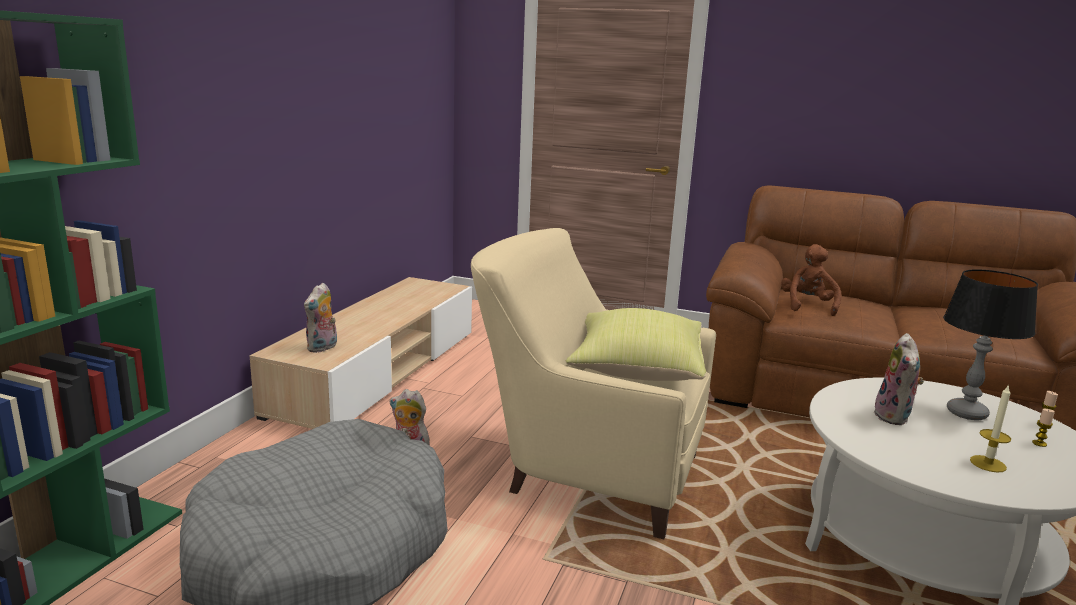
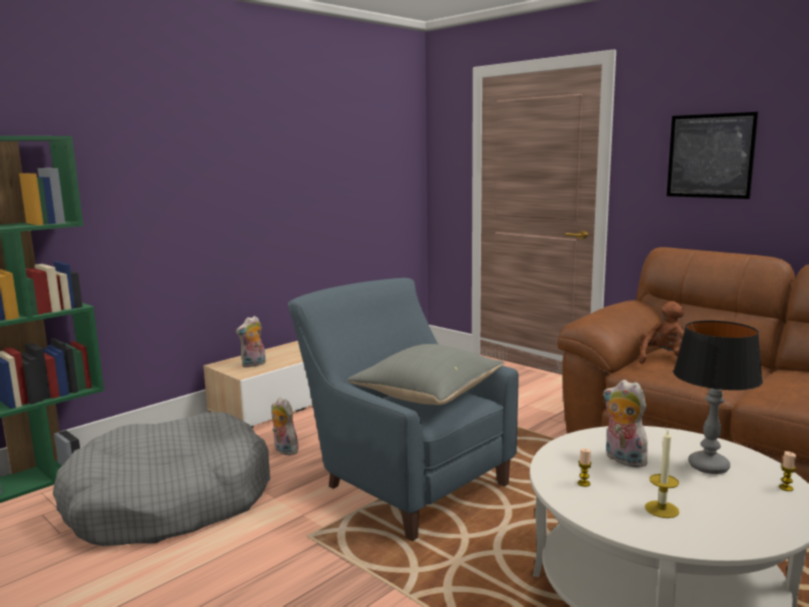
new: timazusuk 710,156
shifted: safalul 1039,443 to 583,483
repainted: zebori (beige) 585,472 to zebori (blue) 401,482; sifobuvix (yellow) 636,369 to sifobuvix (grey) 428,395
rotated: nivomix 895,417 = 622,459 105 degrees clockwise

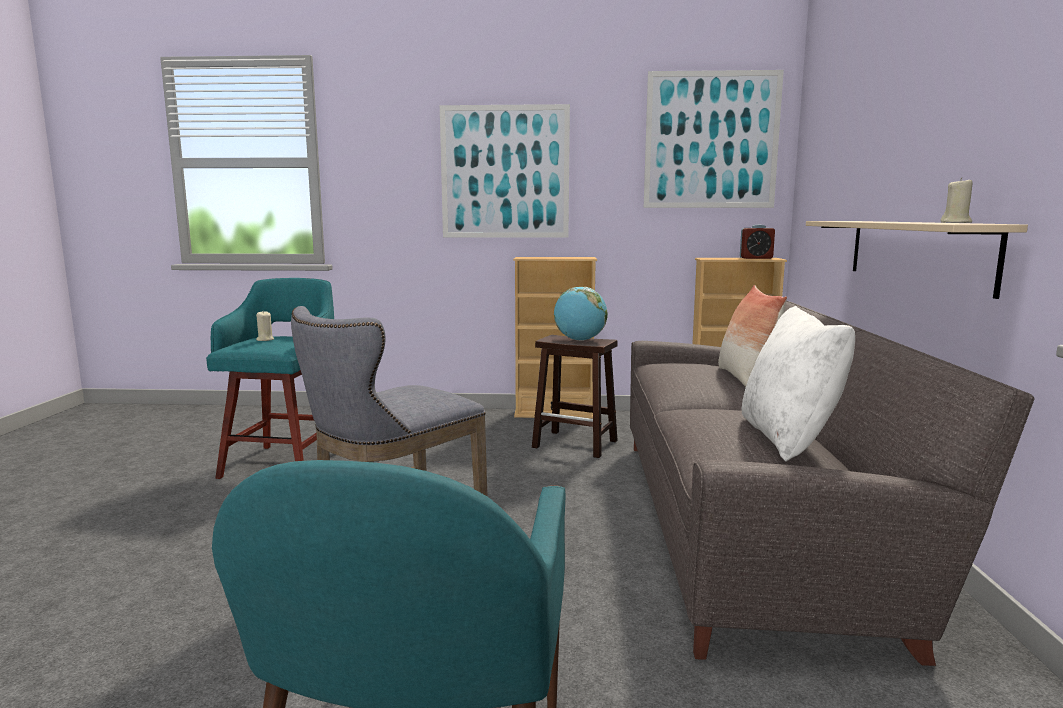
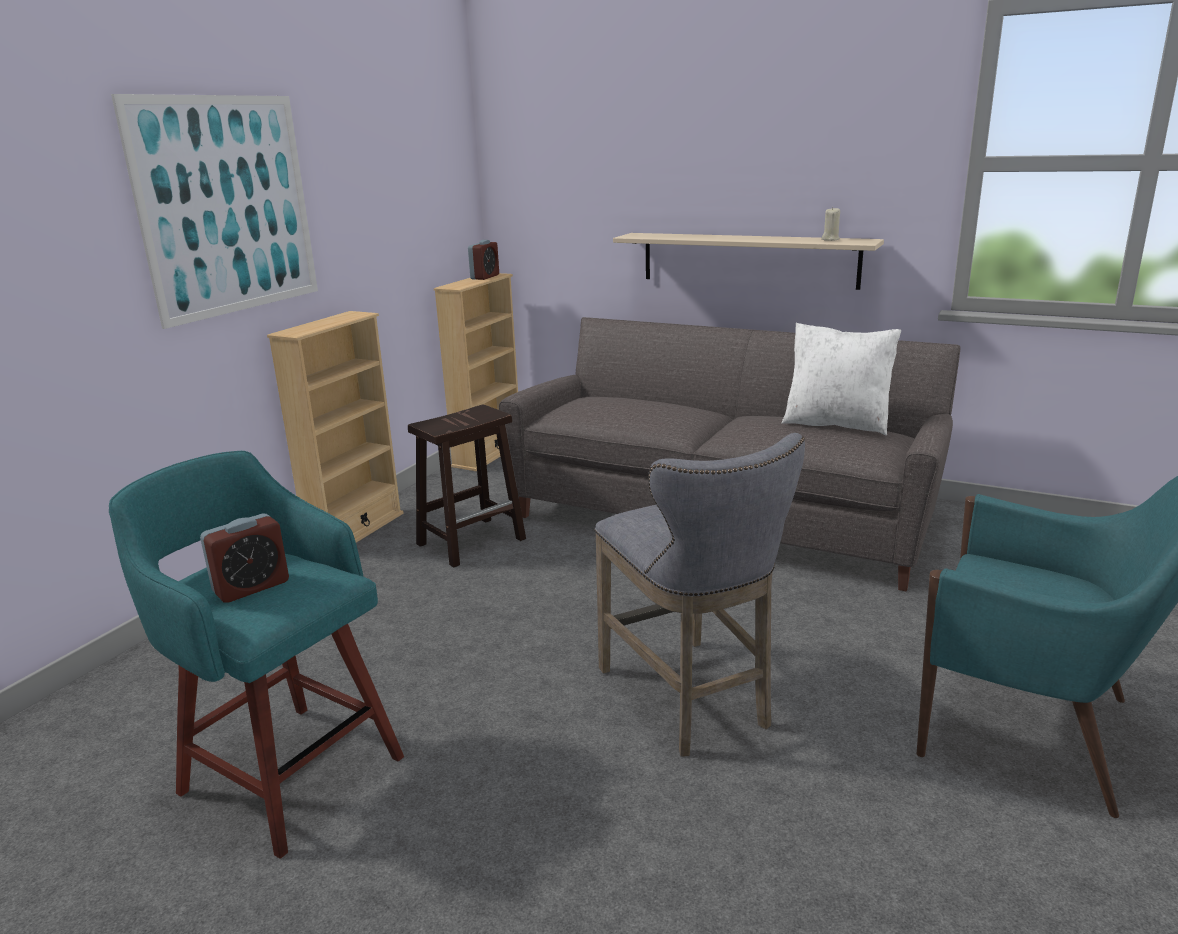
gone: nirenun 580,340; timazusuk 711,140; sifobuvix 744,378
swapped: safalul (beige) 265,339 to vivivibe 251,587

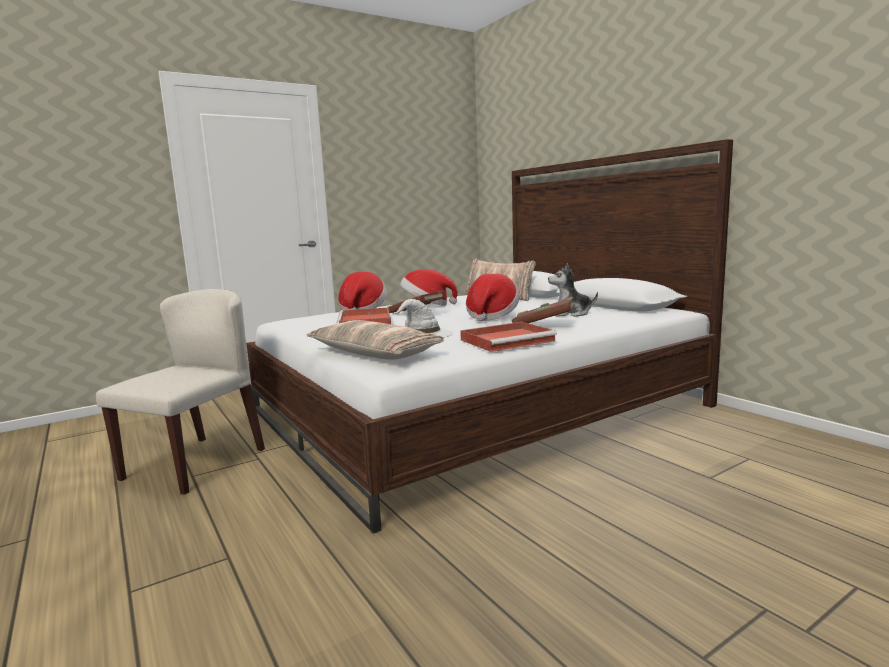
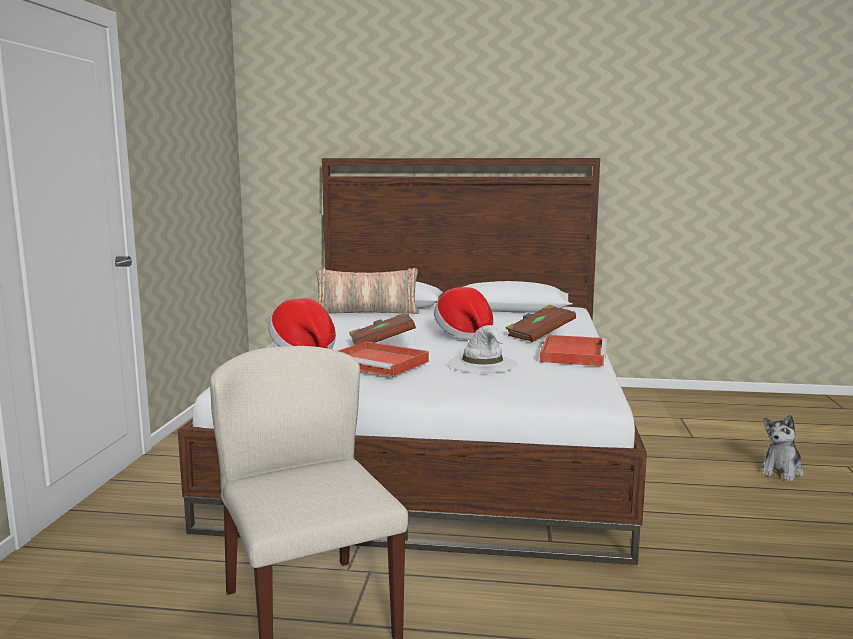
gone: sifobuvix 374,353; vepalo 427,305
shifted: nivomix 571,314 to 781,471

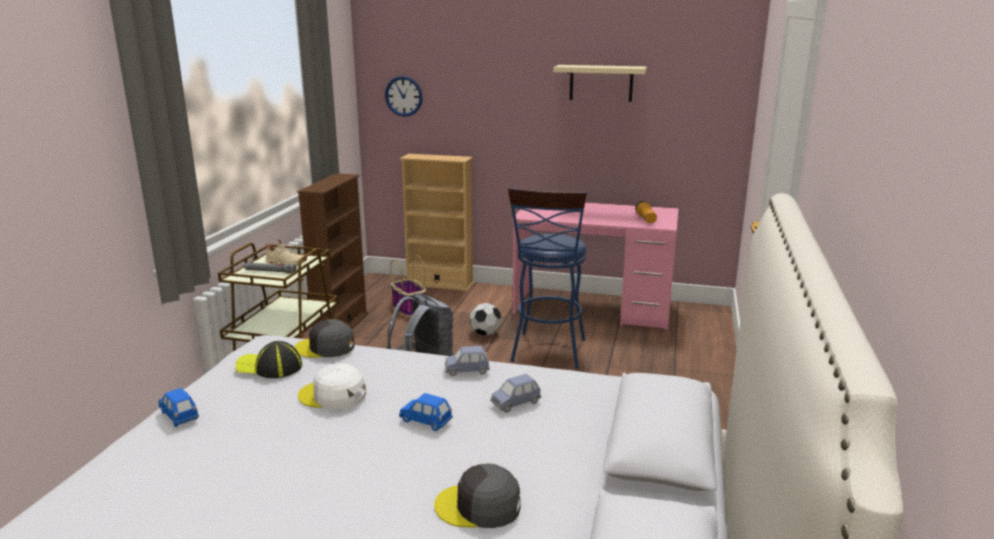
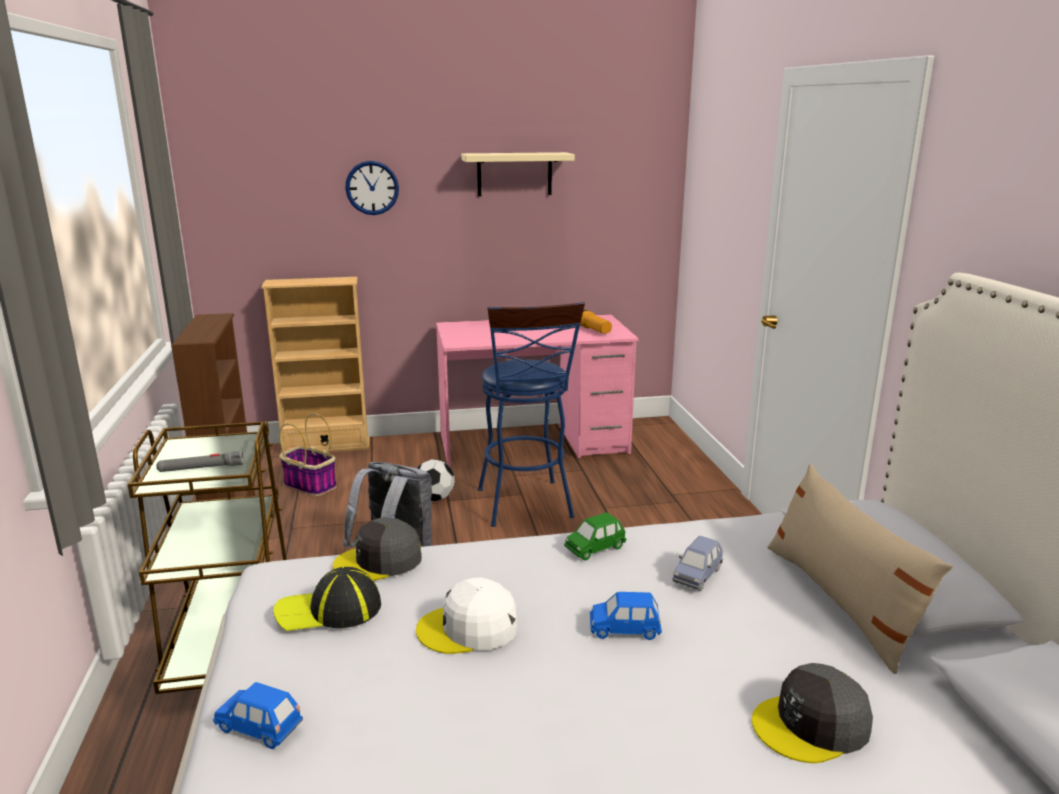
gone: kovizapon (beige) 285,263
new: sifobuvix (beige) 840,601
shifted: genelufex 403,96 to 372,188
repainted: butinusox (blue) 467,370 to butinusox (green) 595,549

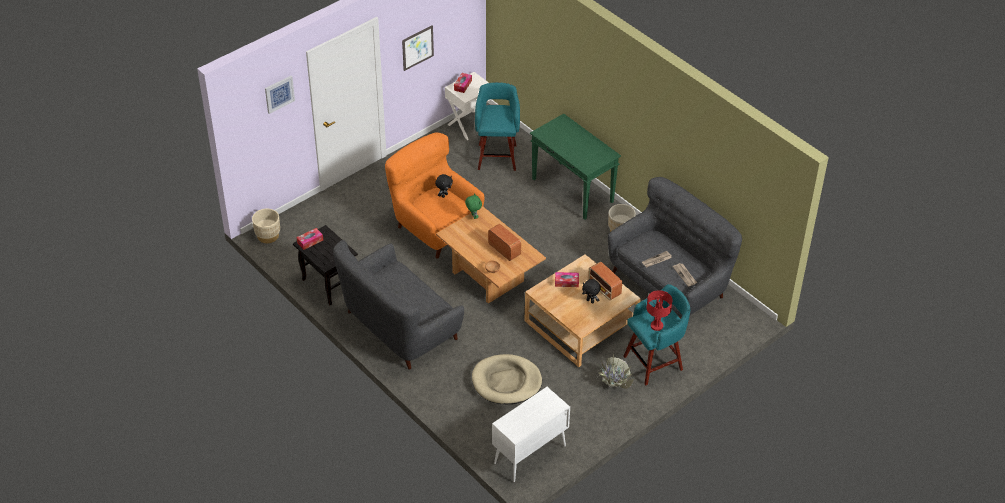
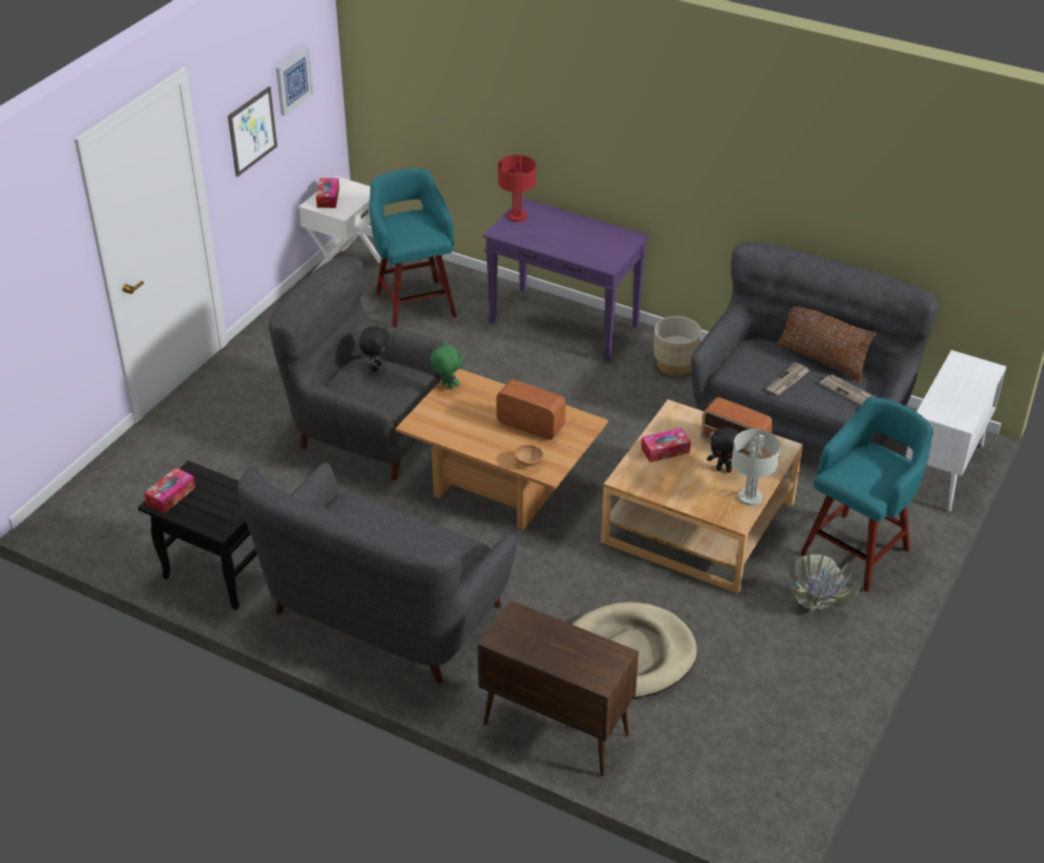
gone: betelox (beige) 268,236
new: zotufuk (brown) 554,729; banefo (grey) 749,497; sifobuvix (brown) 822,361
shifted: timazusuk 279,94 to 293,80; banefo (red) 656,326 to 516,216; zotufuk (white) 529,455 to 942,471
repainted: zebori (orange) 435,228 to zebori (grey) 366,433; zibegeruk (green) 573,191 to zibegeruk (purple) 565,324

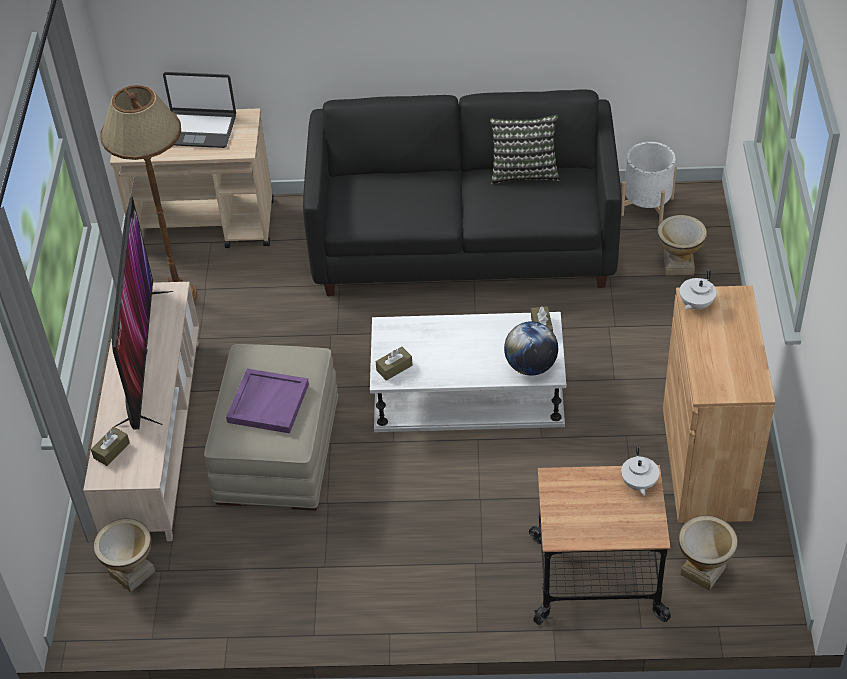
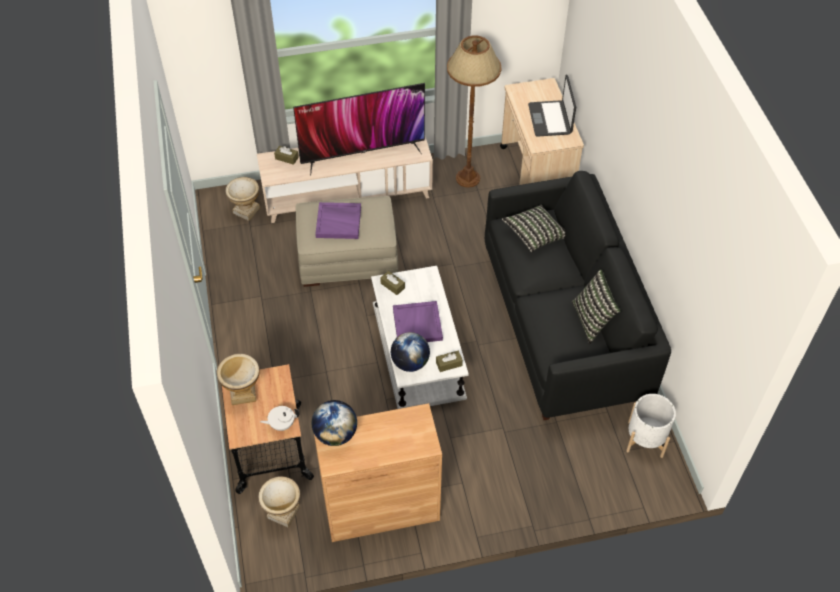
gone: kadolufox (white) 695,304
new: nirenun 335,434; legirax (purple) 418,325; sifobuvix 535,235
shifted: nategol 678,265 to 243,393

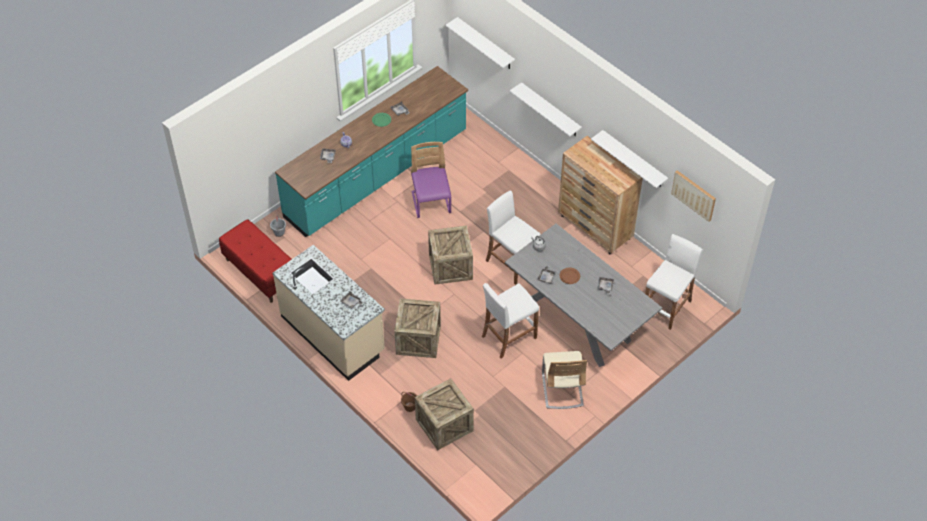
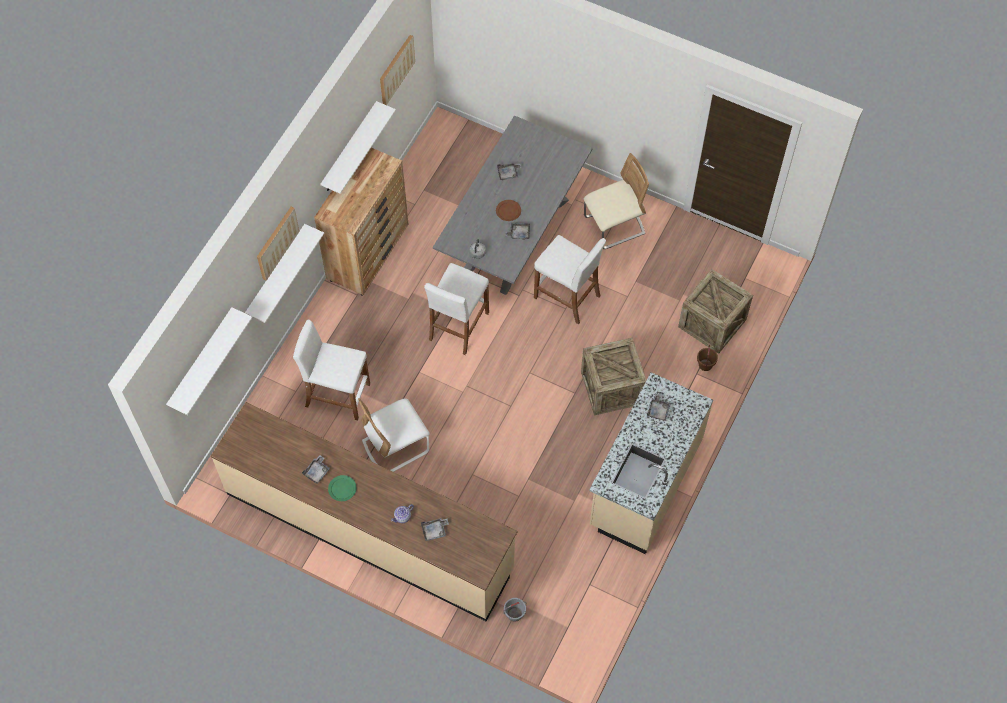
gone: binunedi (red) 260,272; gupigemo 450,267
new: timazusuk 276,242
shifted: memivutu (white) 667,307 to 337,395
repainted: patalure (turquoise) 377,175 to patalure (beige) 369,530; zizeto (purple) 431,203 to zizeto (white) 395,446

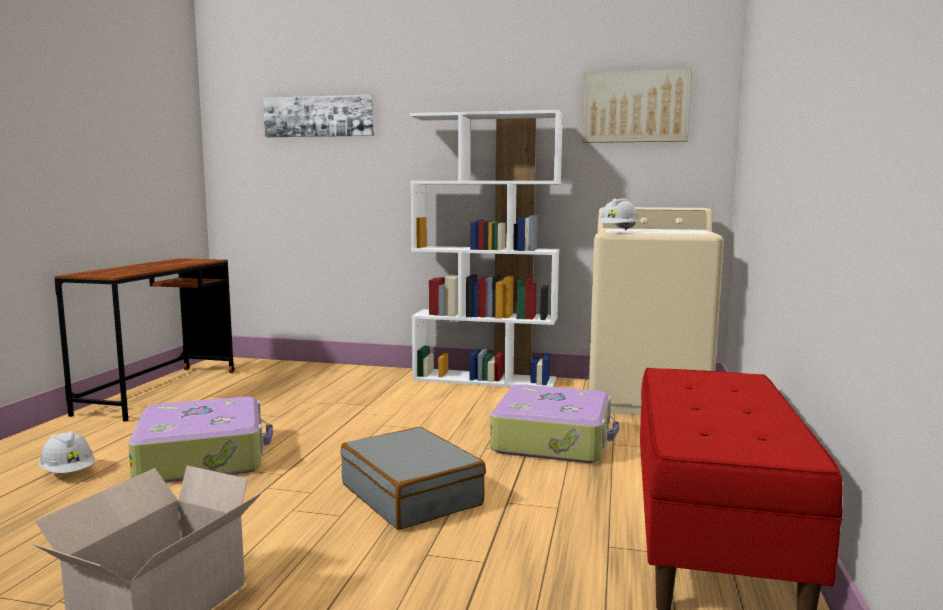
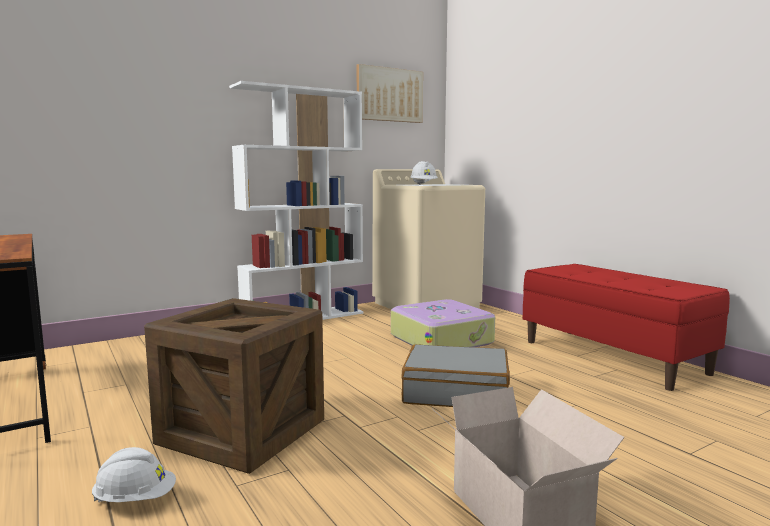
gone: timazusuk 319,116
swapped: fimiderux 203,457 to gupigemo 242,432

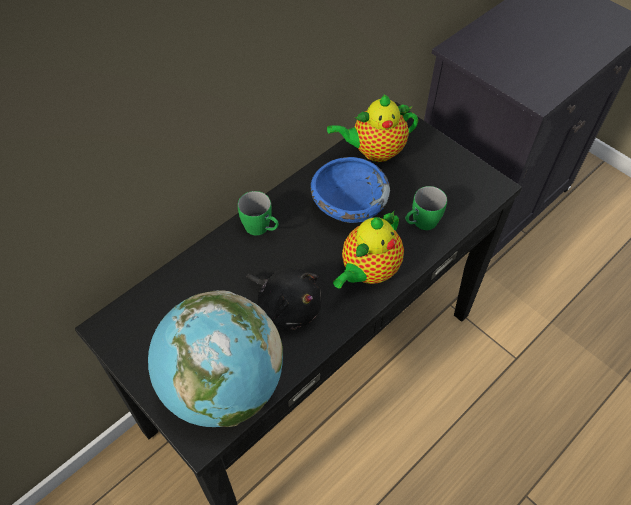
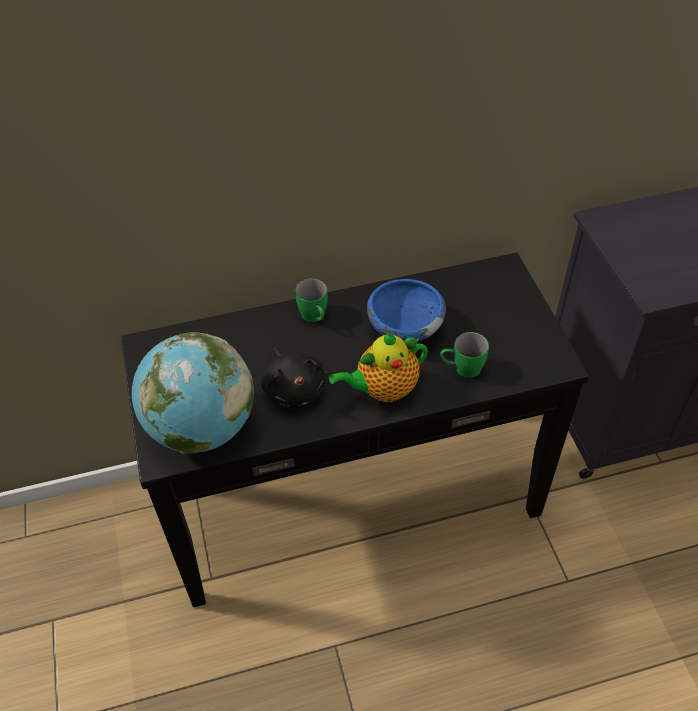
gone: kadolufox 374,151

